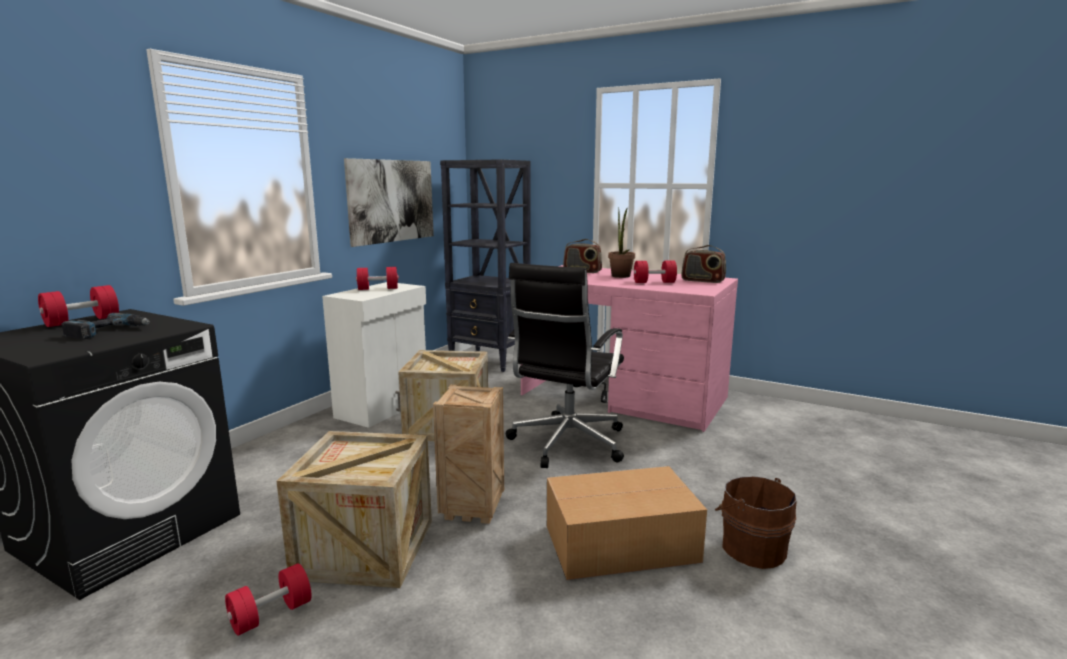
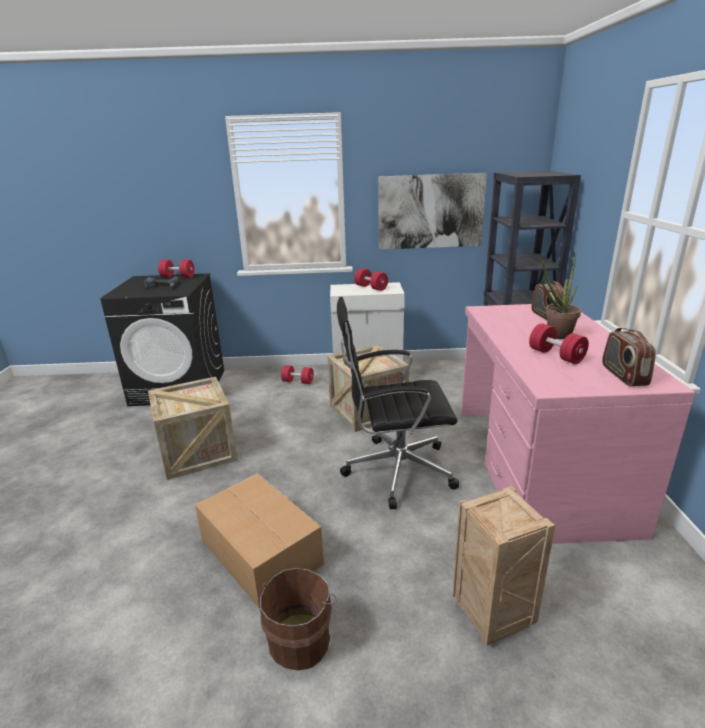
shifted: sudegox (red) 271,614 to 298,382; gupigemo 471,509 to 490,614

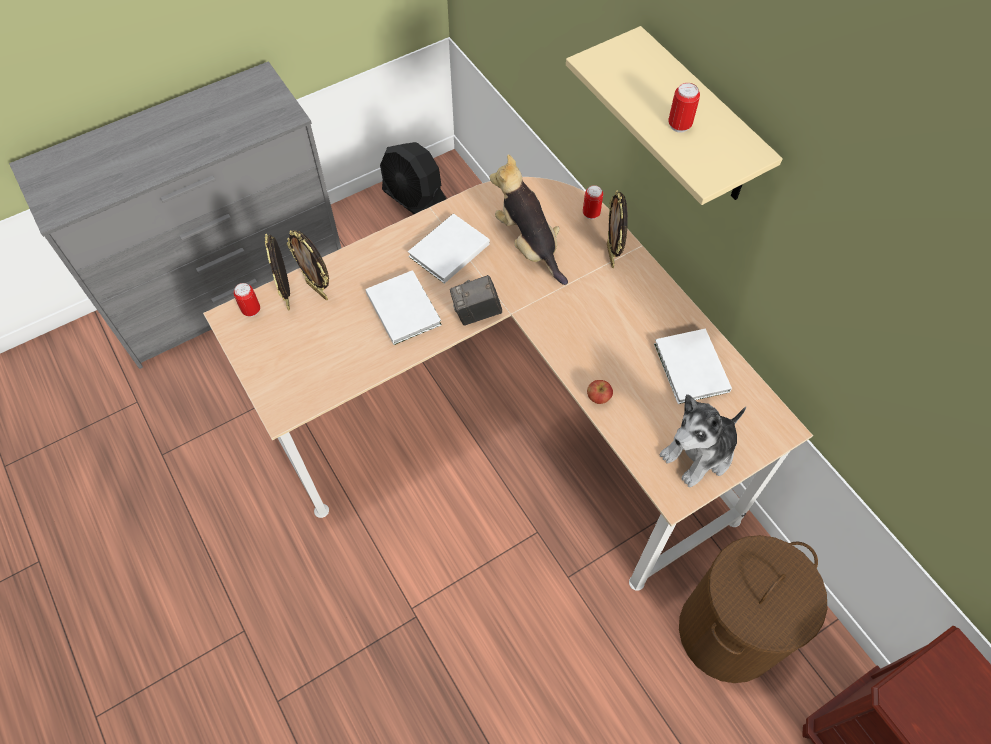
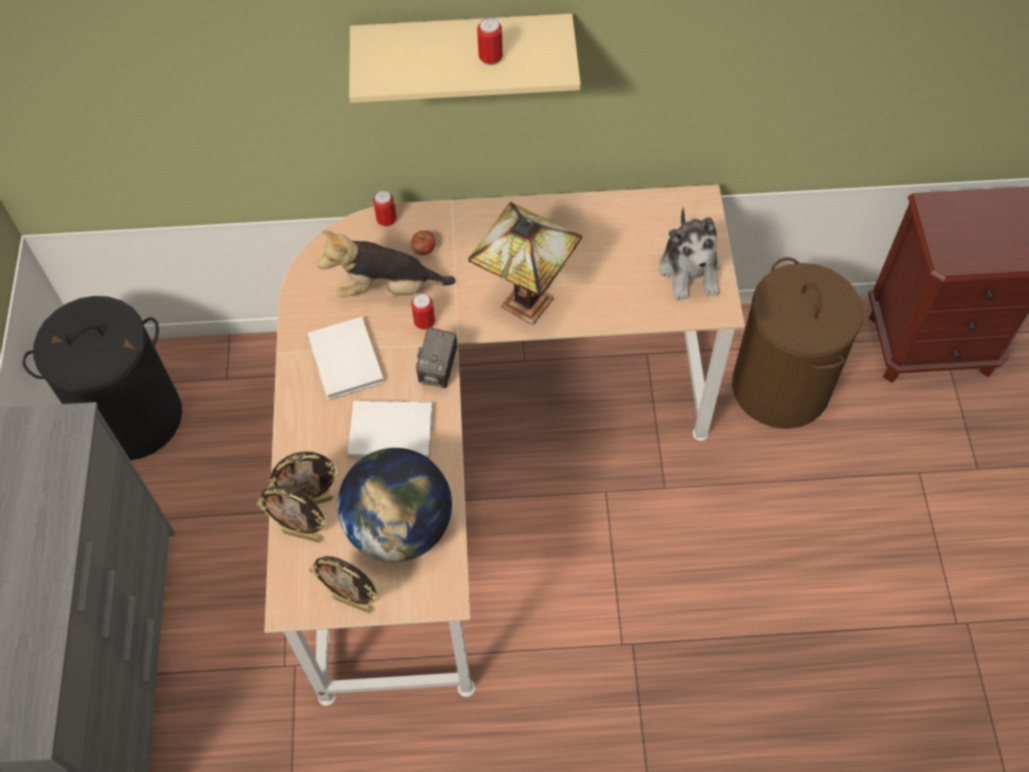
gone: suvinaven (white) 690,370
new: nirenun 400,527; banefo 523,302
shifted: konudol 611,255 to 353,603; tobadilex 598,397 to 424,250; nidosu 251,310 to 424,322
swapped: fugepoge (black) 416,203 to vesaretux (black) 134,417

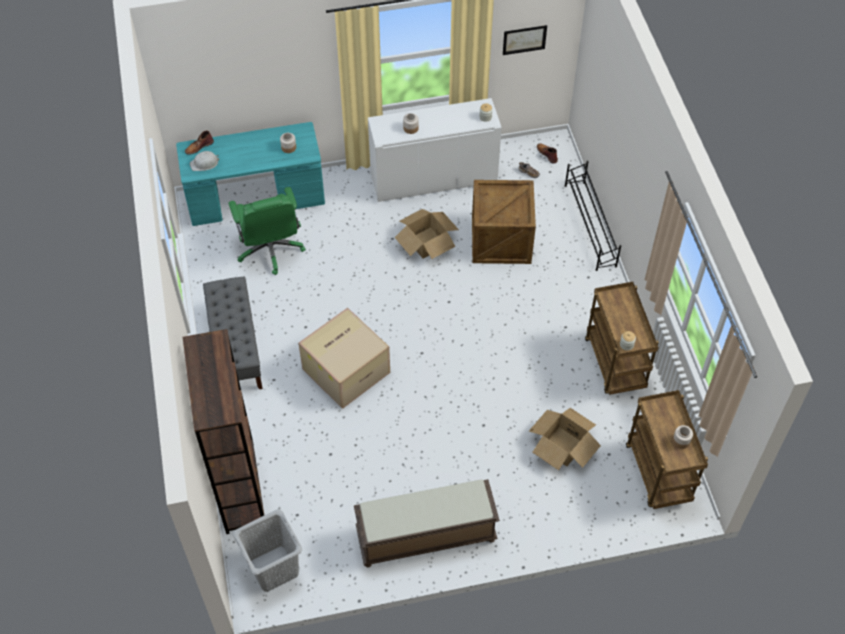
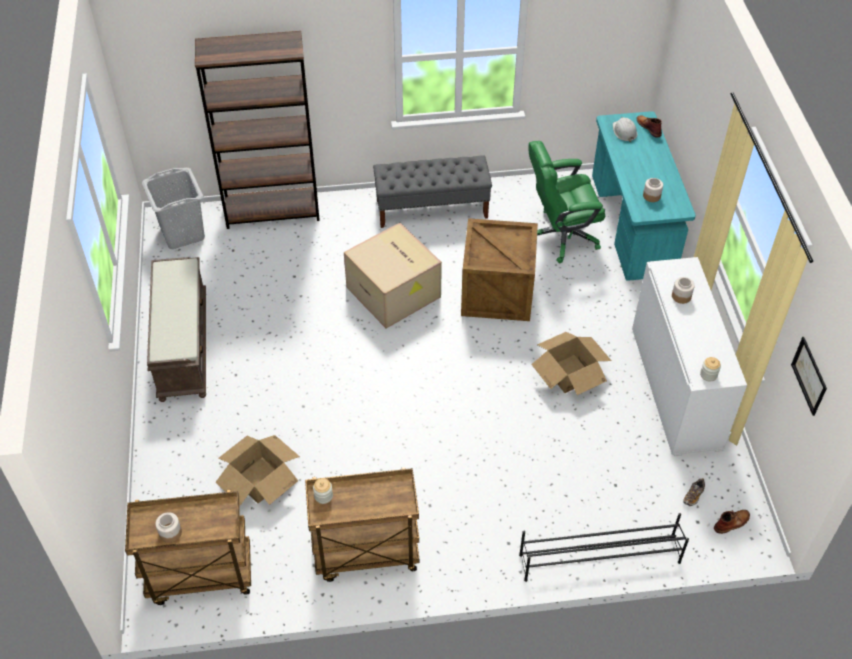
shifted: gupigemo 502,239 to 498,293

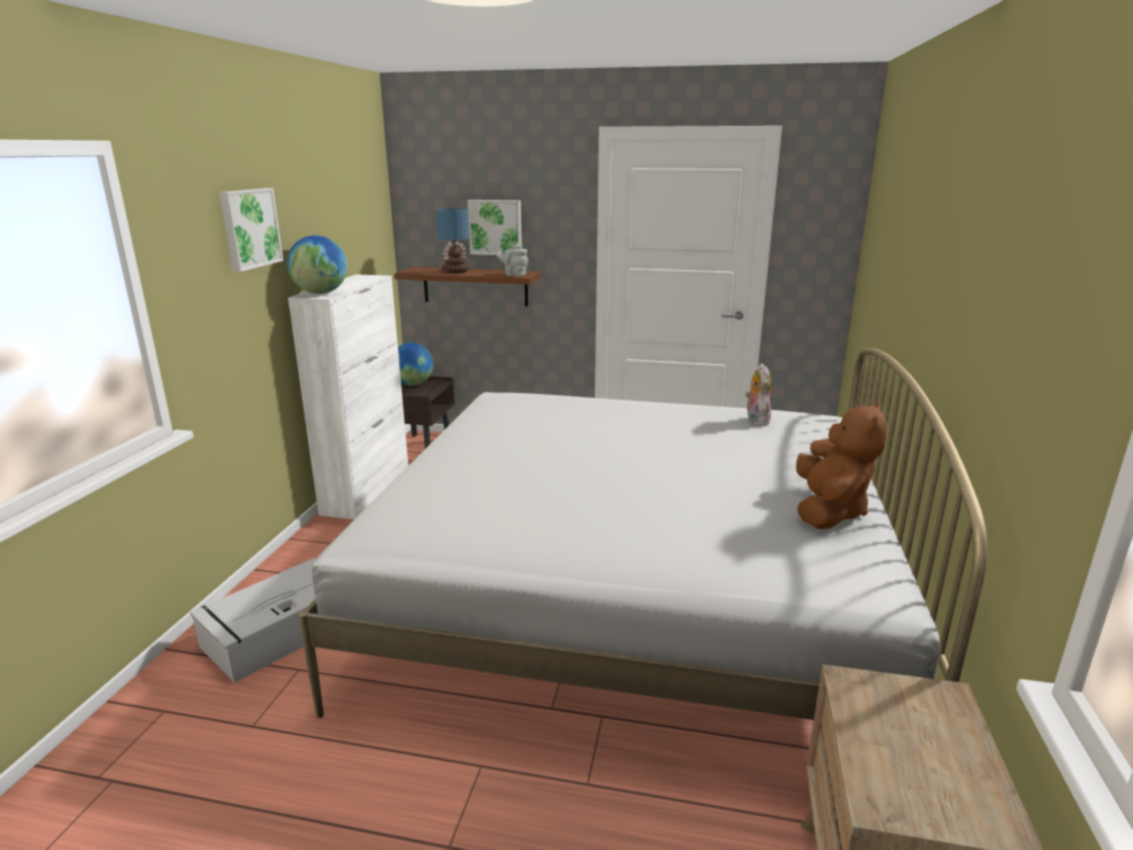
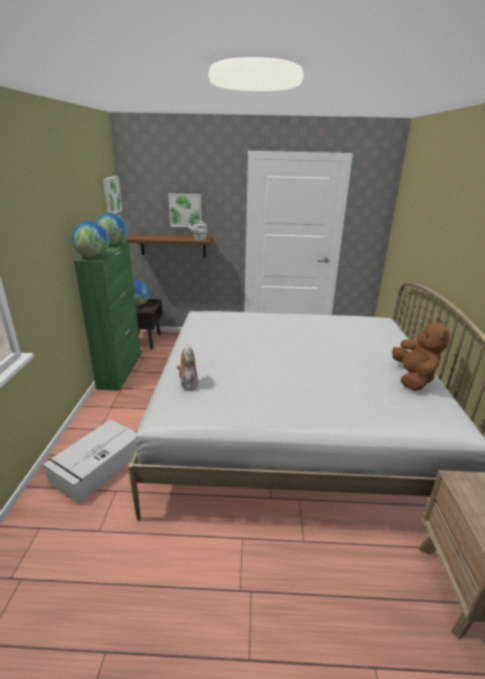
gone: banefo 455,271
new: nirenun 113,245
shifted: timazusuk 249,228 to 111,195; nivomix 755,420 to 188,384
repainted: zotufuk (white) 367,489 to zotufuk (green) 120,370

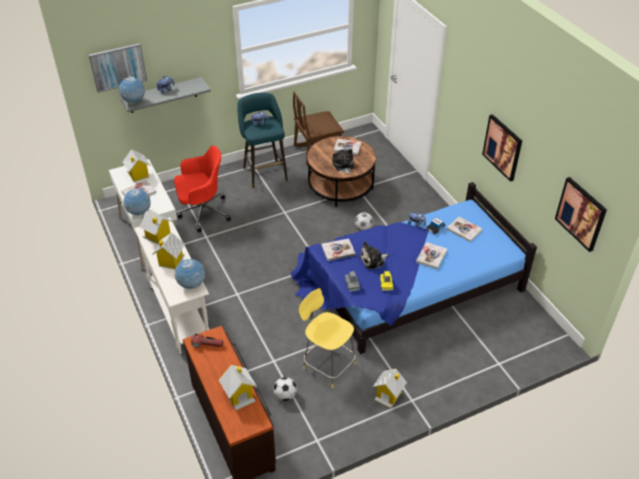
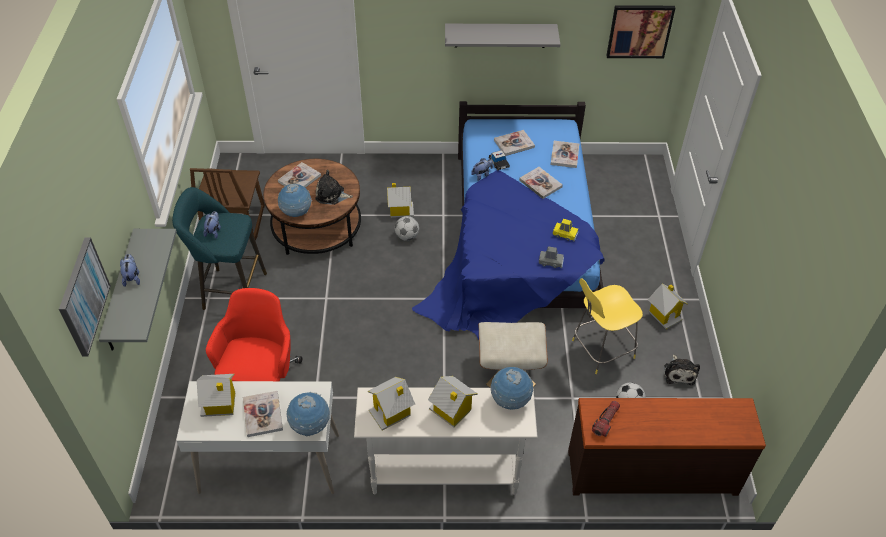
new: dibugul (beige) 509,366
shifted: nirenun 134,102 to 296,213; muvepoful 239,395 to 400,210; suvinaven 338,250 to 564,155; nivomix 373,260 to 679,373
swapped: timazusuk 503,147 to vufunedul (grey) 500,35

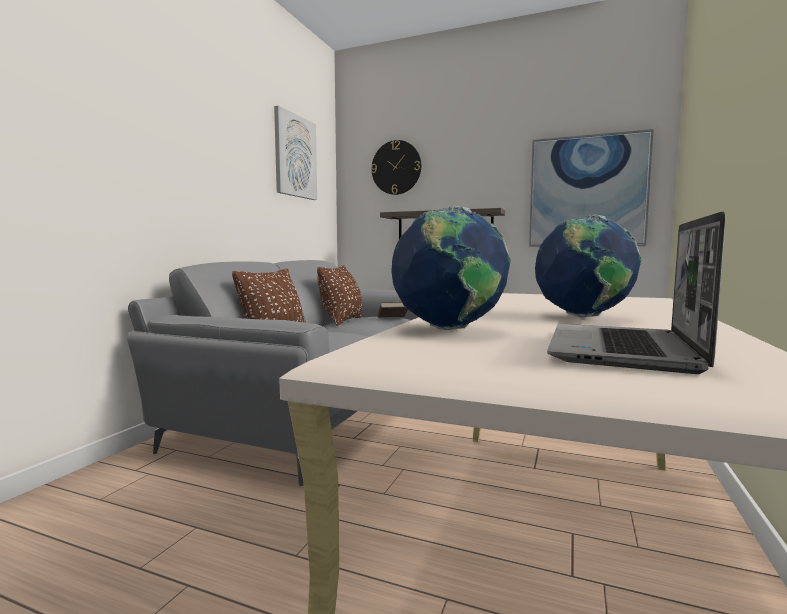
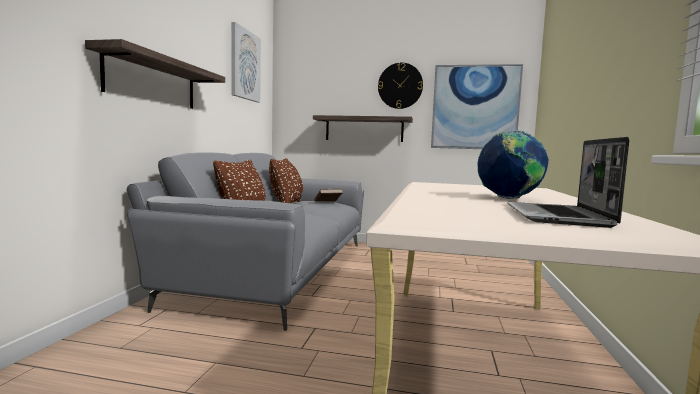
gone: nirenun 449,330
new: vufunedul 153,81
shifted: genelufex 396,167 to 400,86

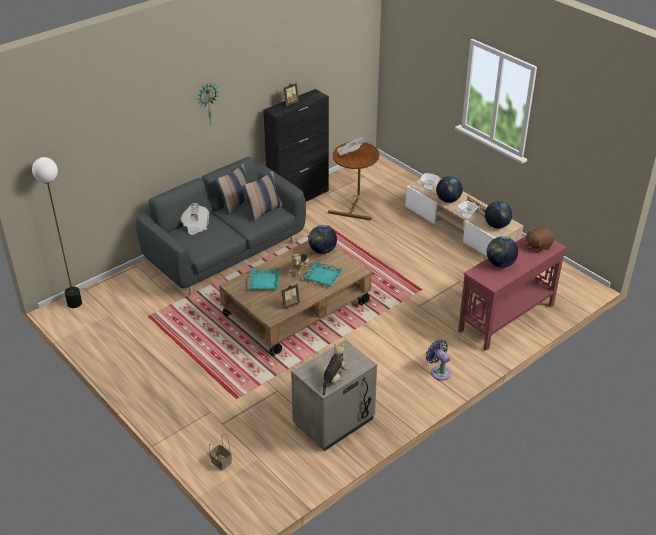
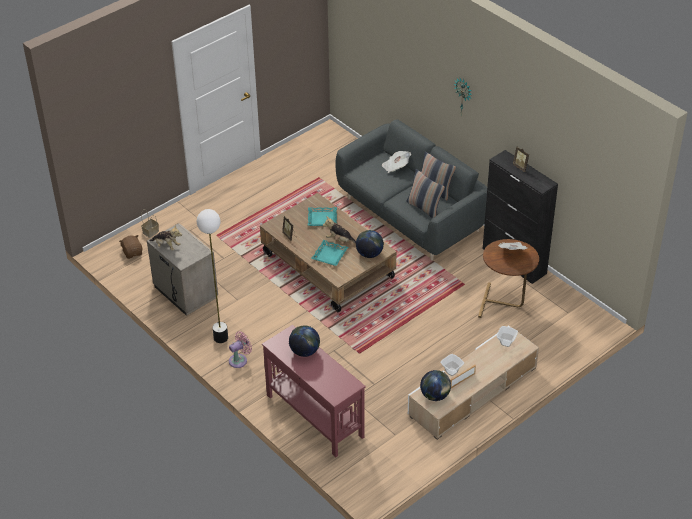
gone: nirenun 448,200
shifted: nivomix (brown) 537,246 to 132,252; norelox 74,303 to 221,337
repainted: fugepoge (blue) 439,372 to fugepoge (pink) 239,360

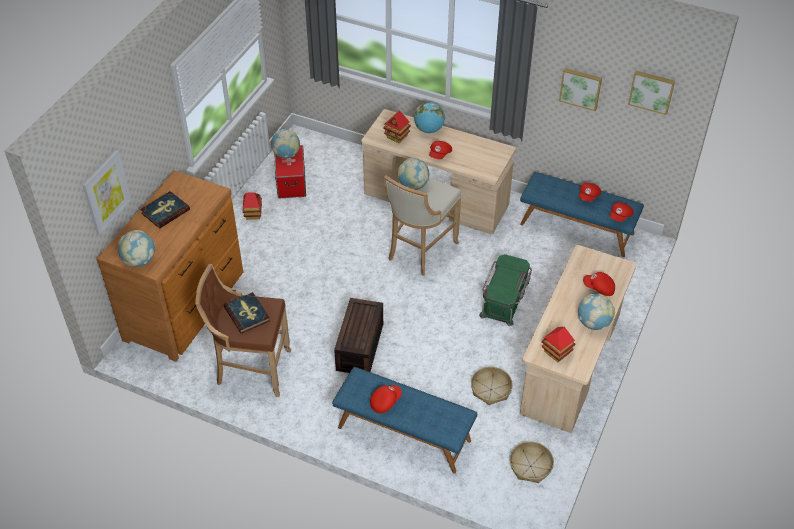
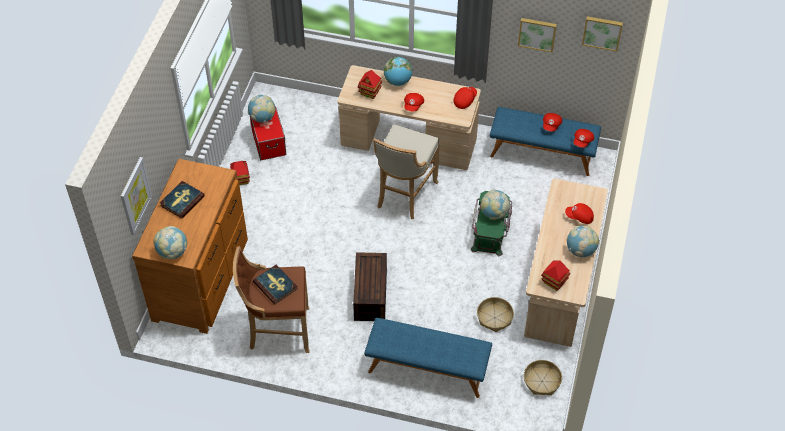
shifted: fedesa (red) 385,401 to 464,100; nirenun 413,185 to 494,213

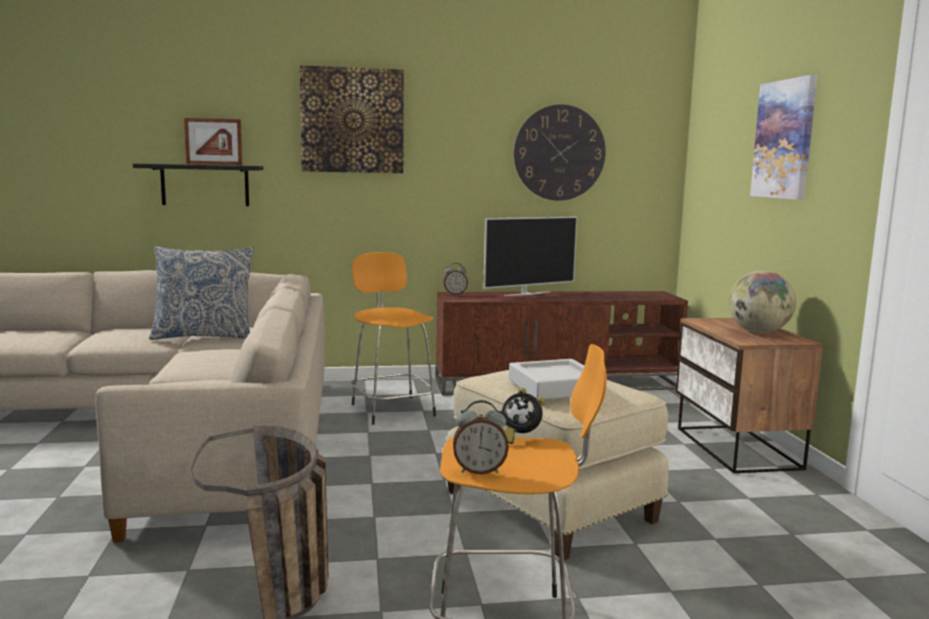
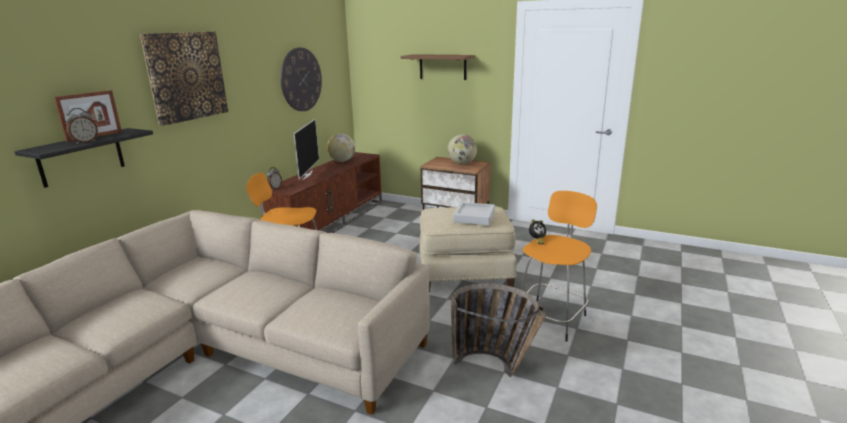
gone: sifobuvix 204,336
new: nirenun 342,161
shifted: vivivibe 479,471 to 85,142
swapped: timazusuk 784,139 to vufunedul (brown) 442,67

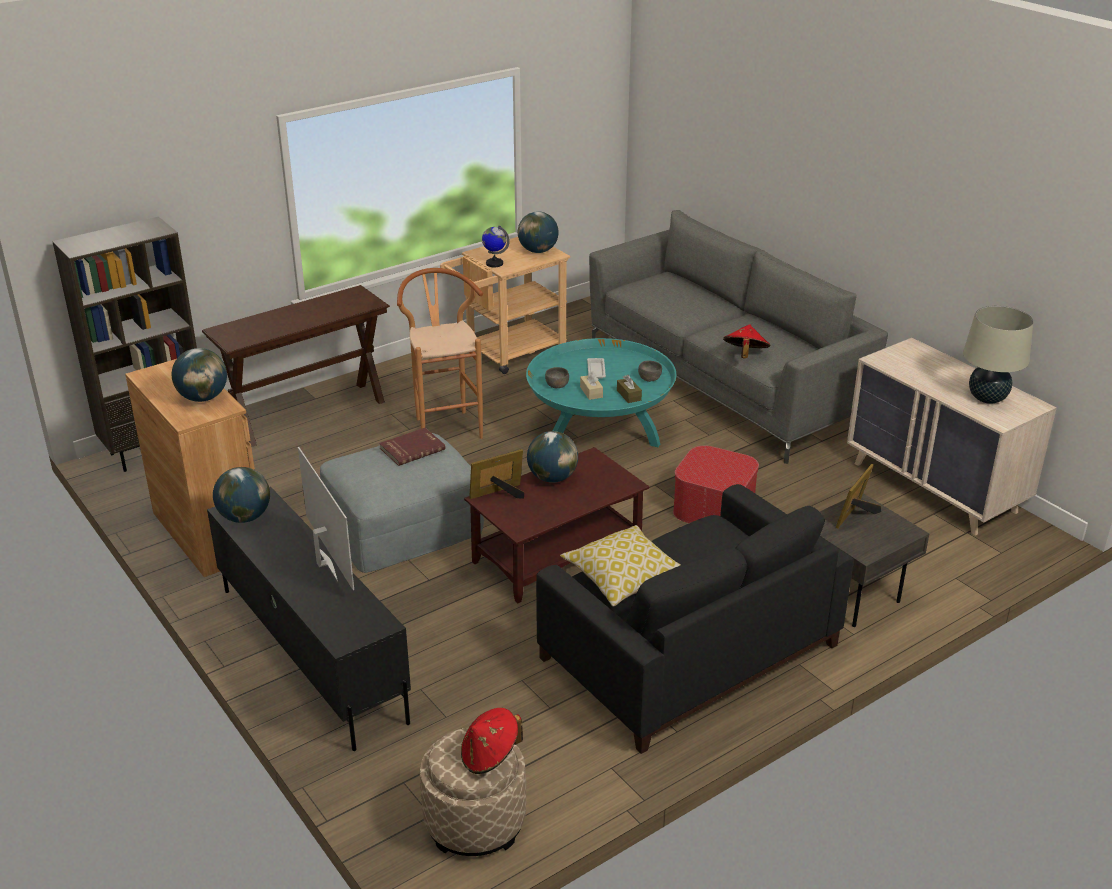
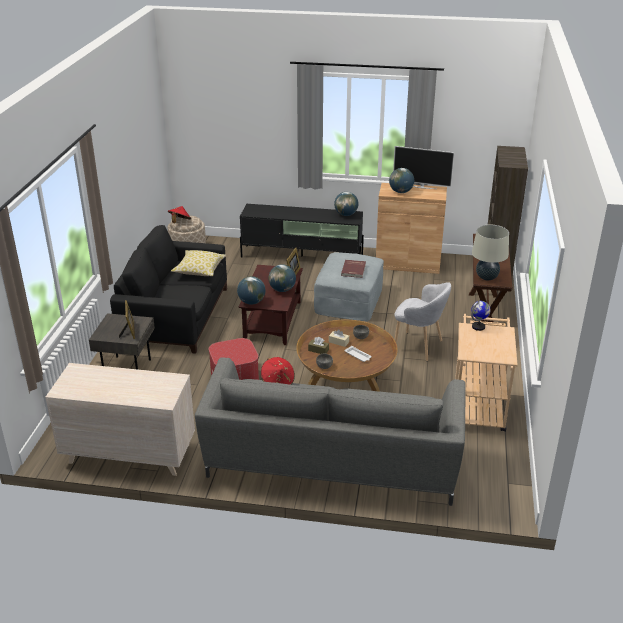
shifted: nirenun 538,251 to 251,302; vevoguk 324,563 to 421,187; banefo (beige) 987,398 to 486,277
swapped: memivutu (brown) 445,425 to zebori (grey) 419,346
repainted: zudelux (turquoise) 600,432 to zudelux (brown) 345,385

